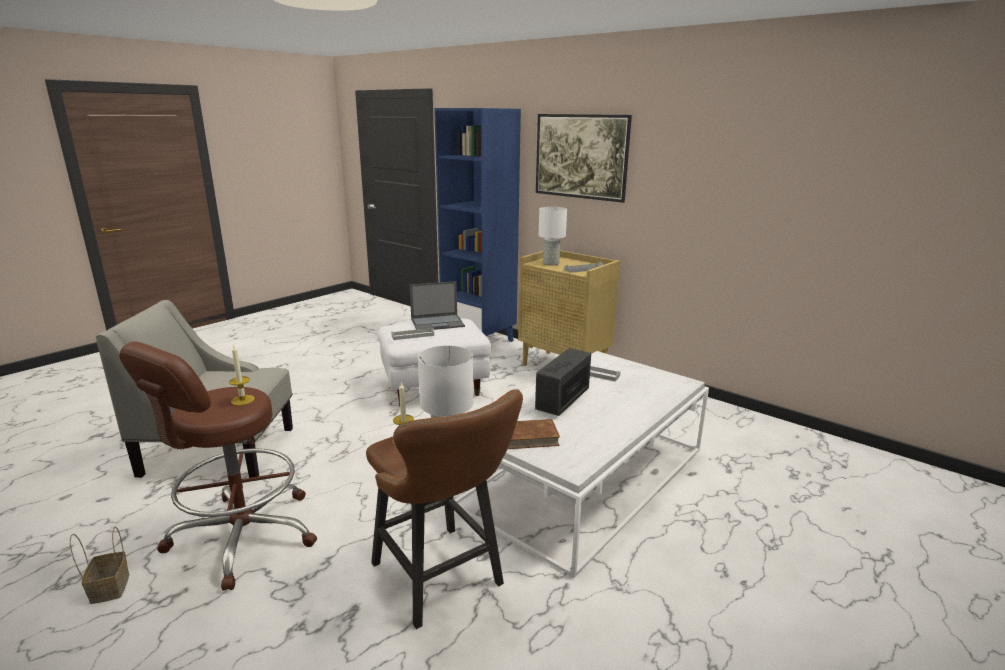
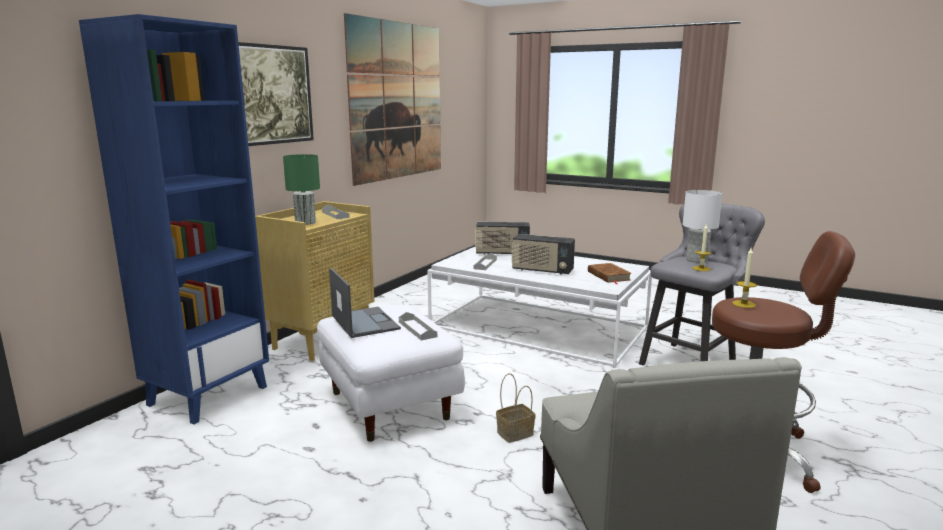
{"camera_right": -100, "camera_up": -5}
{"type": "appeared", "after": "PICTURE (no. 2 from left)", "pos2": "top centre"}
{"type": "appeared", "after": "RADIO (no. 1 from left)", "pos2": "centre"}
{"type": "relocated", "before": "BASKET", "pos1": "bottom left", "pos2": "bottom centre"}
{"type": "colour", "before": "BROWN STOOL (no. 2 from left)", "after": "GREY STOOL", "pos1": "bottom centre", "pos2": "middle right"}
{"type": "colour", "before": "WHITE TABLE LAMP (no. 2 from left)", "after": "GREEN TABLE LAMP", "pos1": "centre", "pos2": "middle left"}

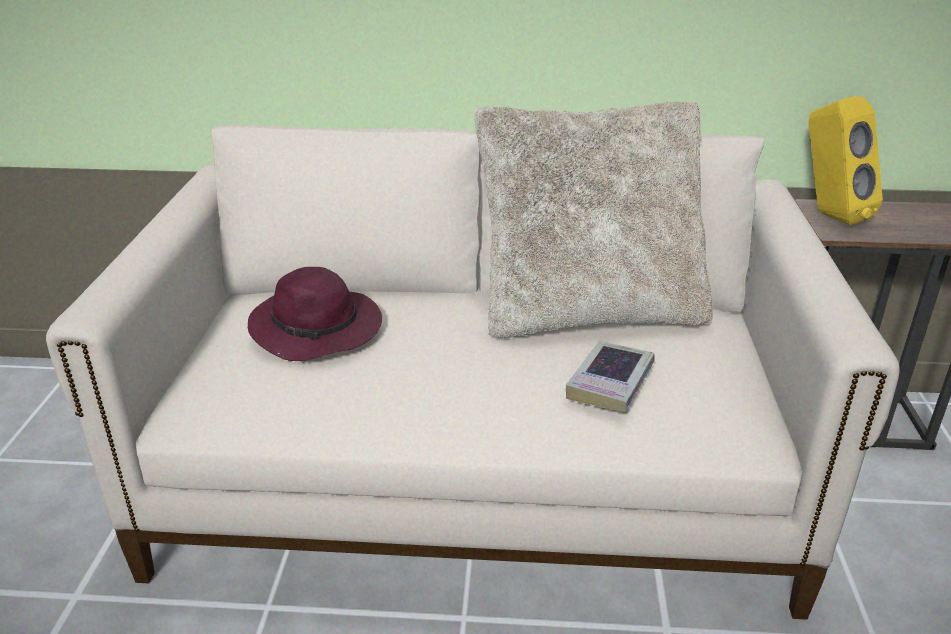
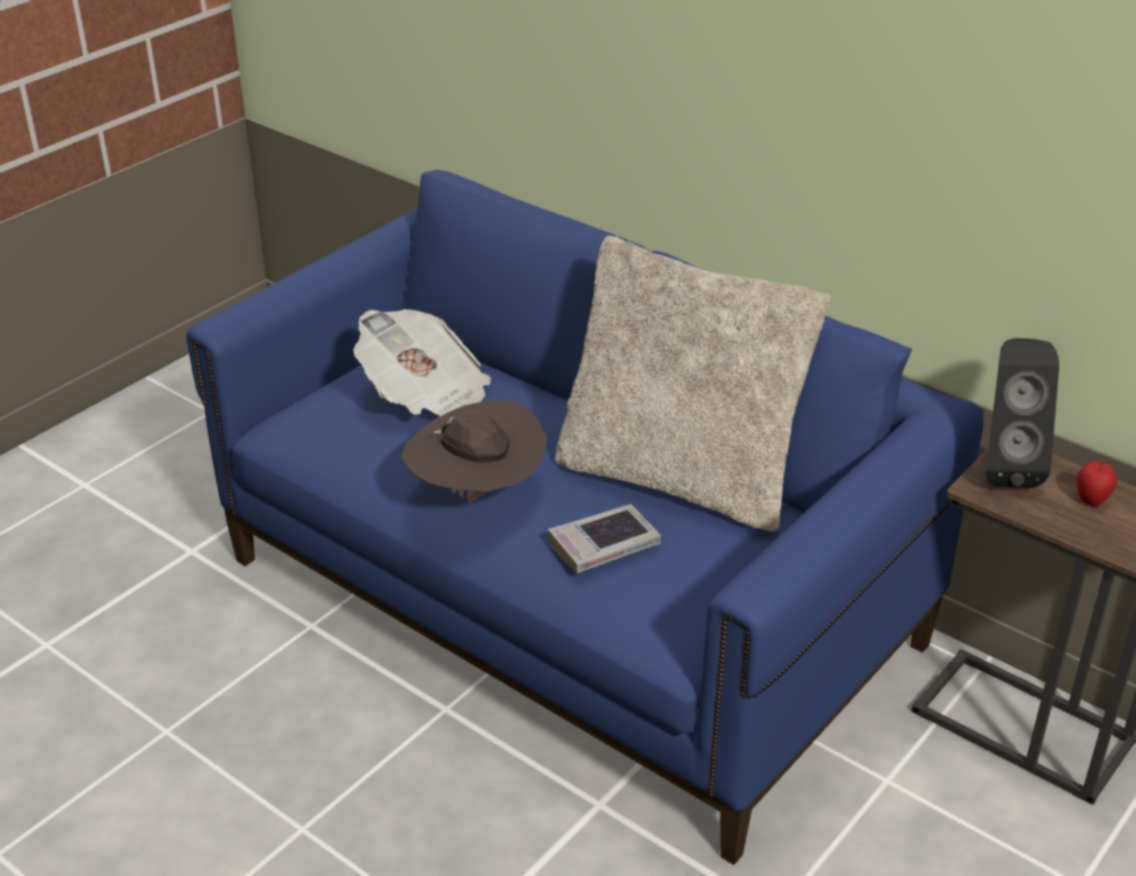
{"camera_right": 35, "camera_up": 5}
{"type": "appeared", "after": "BROWN HAT", "pos2": "centre"}
{"type": "appeared", "after": "APPLE", "pos2": "middle right"}
{"type": "exchanged", "before": "PURPLE HAT", "after": "NEWSPAPER", "pos1": "middle left", "pos2": "centre"}
{"type": "colour", "before": "BEIGE SOFA", "after": "BLUE SOFA", "pos1": "centre", "pos2": "centre"}
{"type": "colour", "before": "YELLOW SPEAKER", "after": "BLACK SPEAKER", "pos1": "top right", "pos2": "middle right"}

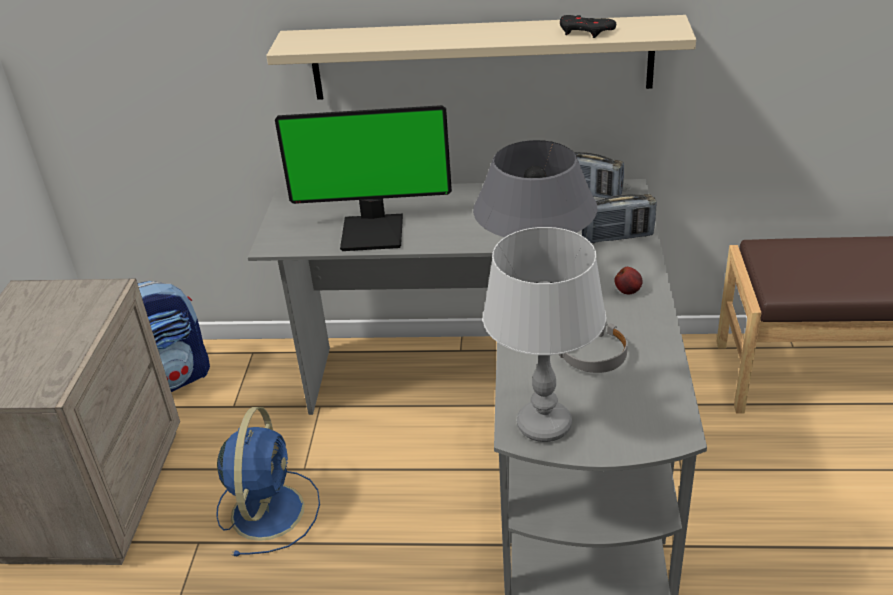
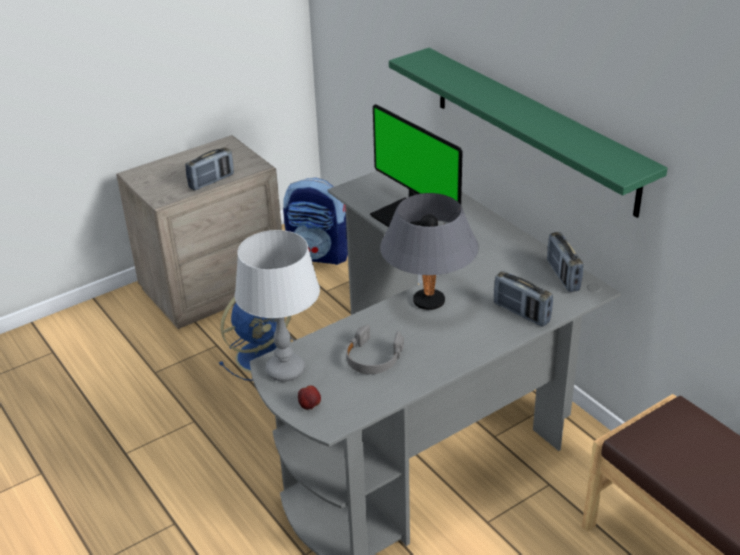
{"camera_right": 50, "camera_up": 0}
{"type": "missing", "before": "BLACK GAME CONTROLLER", "pos1": "top centre"}
{"type": "appeared", "after": "RADIO (no. 1 from left)", "pos2": "top left"}
{"type": "relocated", "before": "APPLE", "pos1": "middle right", "pos2": "bottom centre"}
{"type": "colour", "before": "BEIGE SHELF", "after": "GREEN SHELF", "pos1": "top centre", "pos2": "top right"}

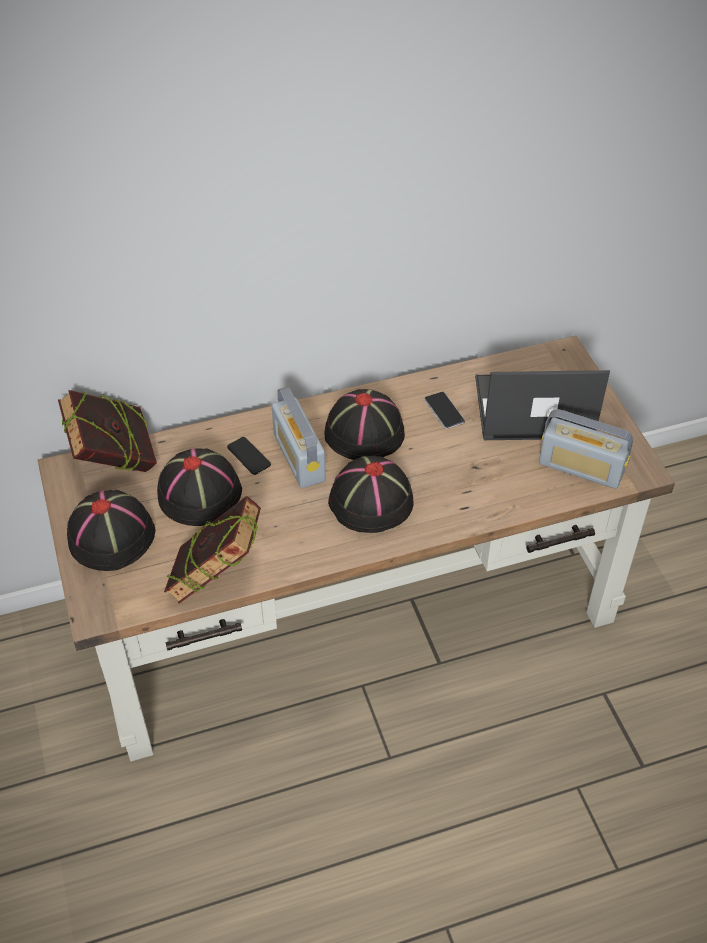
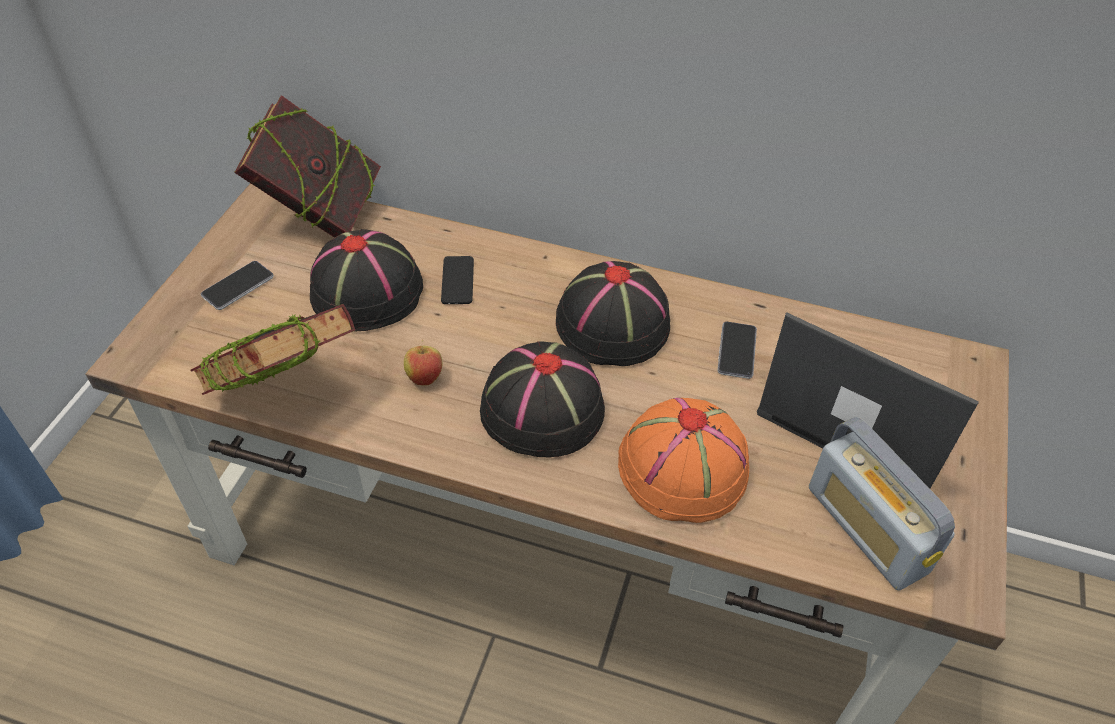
{"camera_right": 35, "camera_up": 0}
{"type": "missing", "before": "RADIO (no. 1 from left)", "pos1": "centre"}
{"type": "appeared", "after": "APPLE", "pos2": "centre"}
{"type": "appeared", "after": "ORANGE HAT", "pos2": "centre"}
{"type": "exchanged", "before": "BLACK HAT (no. 1 from left)", "after": "PHONE (no. 1 from left)", "pos1": "middle left", "pos2": "middle left"}

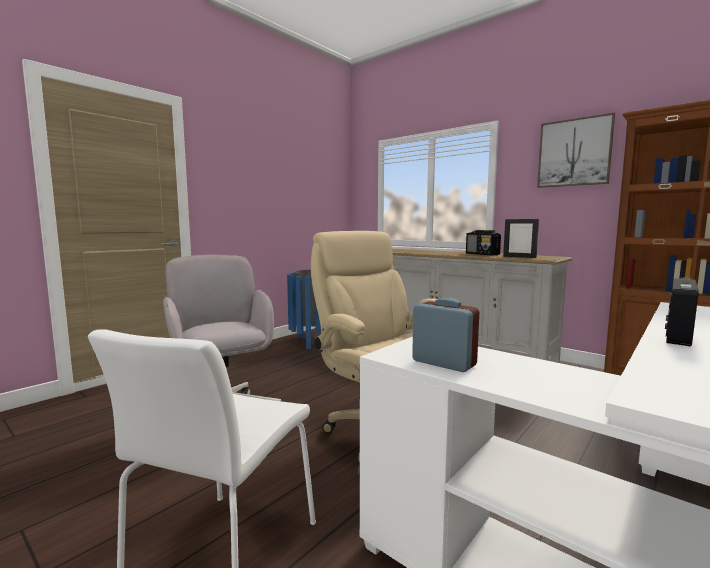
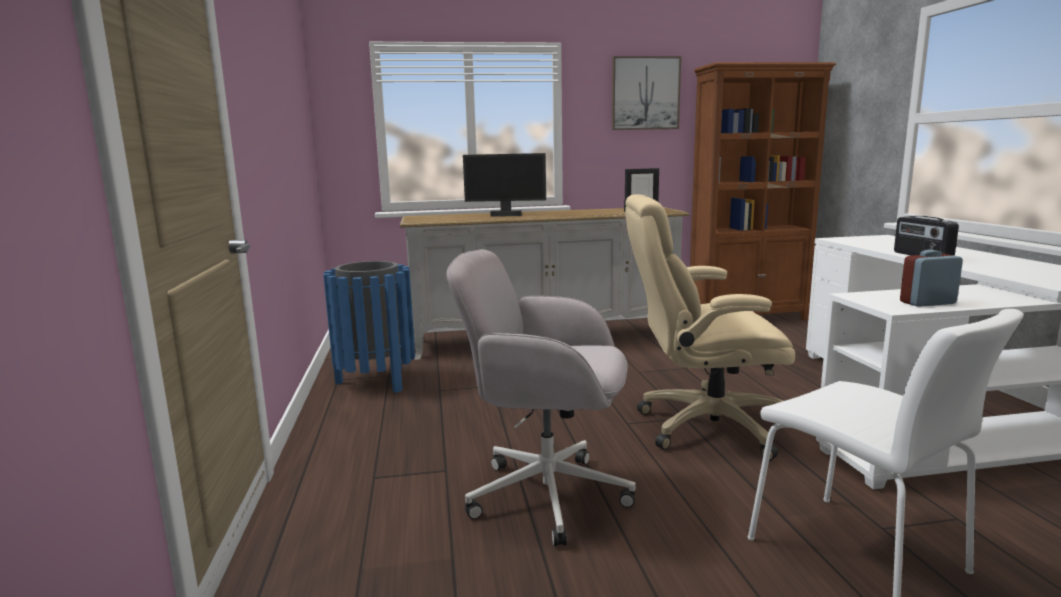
{"camera_right": -50, "camera_up": 5}
{"type": "missing", "before": "RADIO (no. 1 from left)", "pos1": "middle right"}
{"type": "appeared", "after": "MONITOR", "pos2": "top centre"}

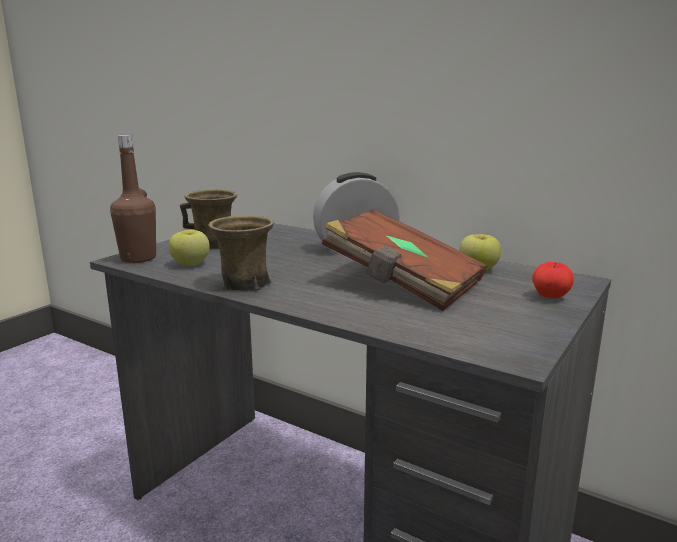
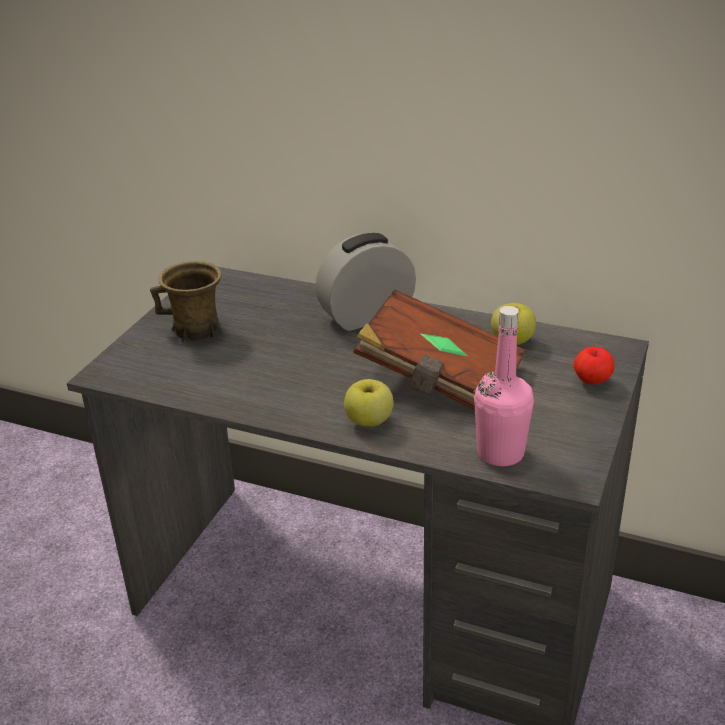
{"camera_right": -10, "camera_up": 15}
{"type": "missing", "before": "BROWN BOTTLE", "pos1": "middle left"}
{"type": "missing", "before": "BROWN MUG (no. 2 from left)", "pos1": "centre"}
{"type": "appeared", "after": "PINK BOTTLE", "pos2": "middle right"}
{"type": "relocated", "before": "APPLE (no. 1 from left)", "pos1": "middle left", "pos2": "centre"}

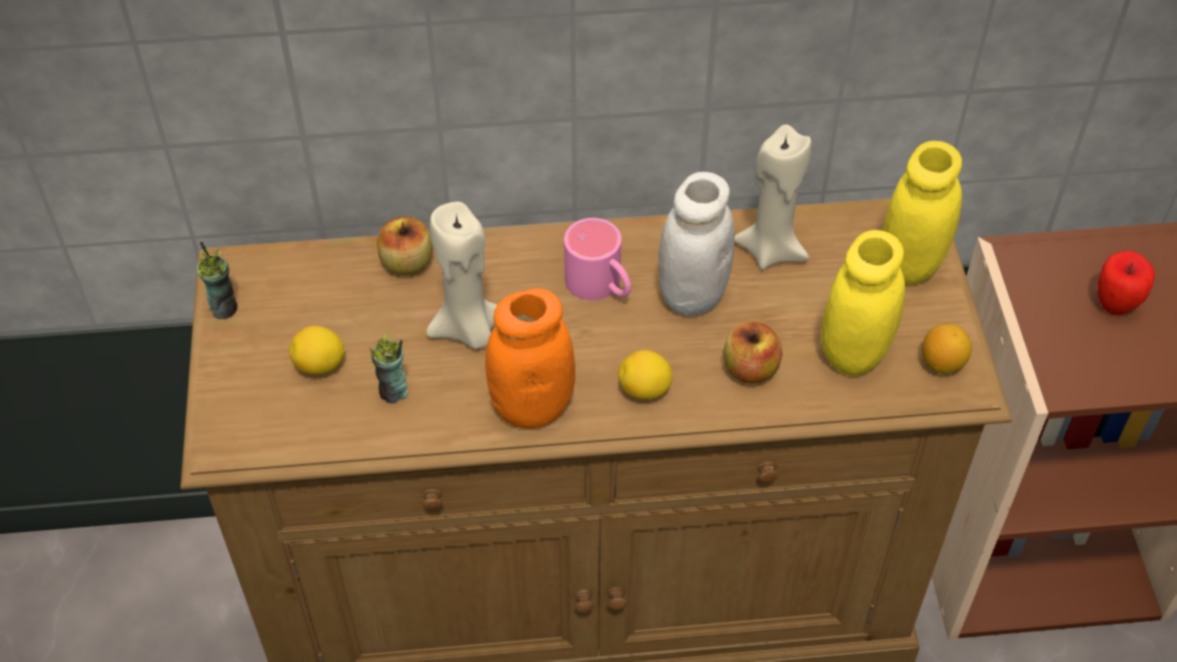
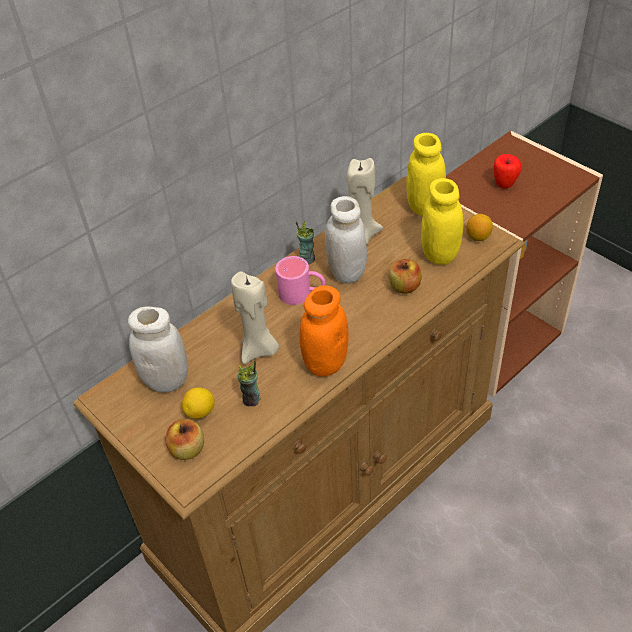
{"camera_right": -35, "camera_up": -5}
{"type": "missing", "before": "LEMON (no. 2 from left)", "pos1": "centre"}
{"type": "appeared", "after": "WHITE JAR (no. 1 from left)", "pos2": "middle left"}
{"type": "relocated", "before": "CUP (no. 1 from left in the first image)", "after": "CUP (no. 2 from left)", "pos1": "middle left", "pos2": "centre"}
{"type": "relocated", "before": "APPLE (no. 1 from left)", "pos1": "centre", "pos2": "bottom left"}

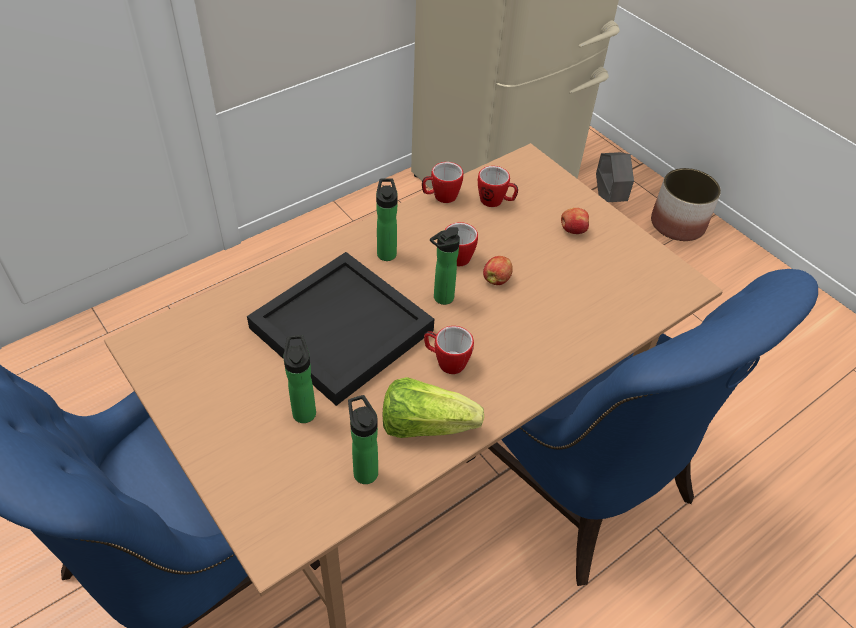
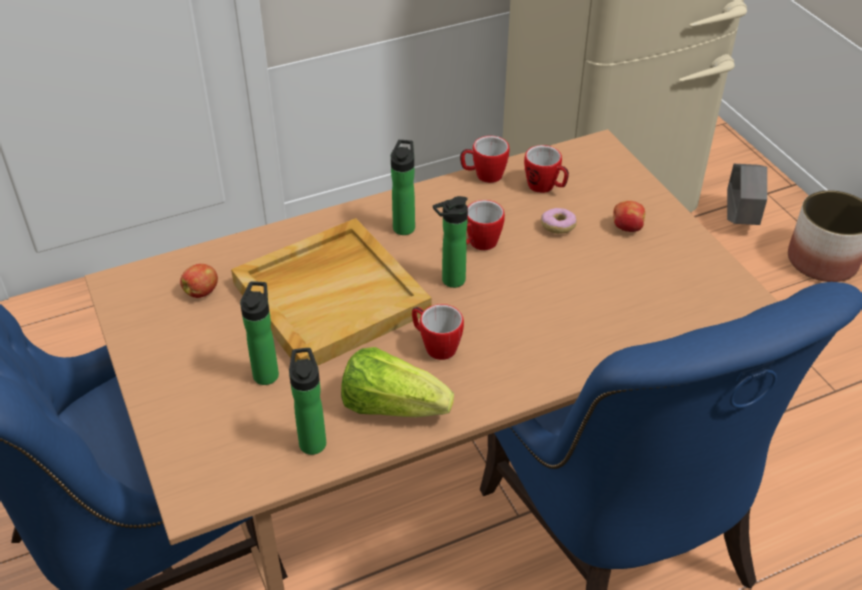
{"camera_right": 15, "camera_up": -5}
{"type": "appeared", "after": "DONUT", "pos2": "centre"}
{"type": "relocated", "before": "APPLE (no. 1 from left)", "pos1": "centre", "pos2": "middle left"}
{"type": "colour", "before": "BLACK TRAY", "after": "BEIGE TRAY", "pos1": "centre", "pos2": "centre"}

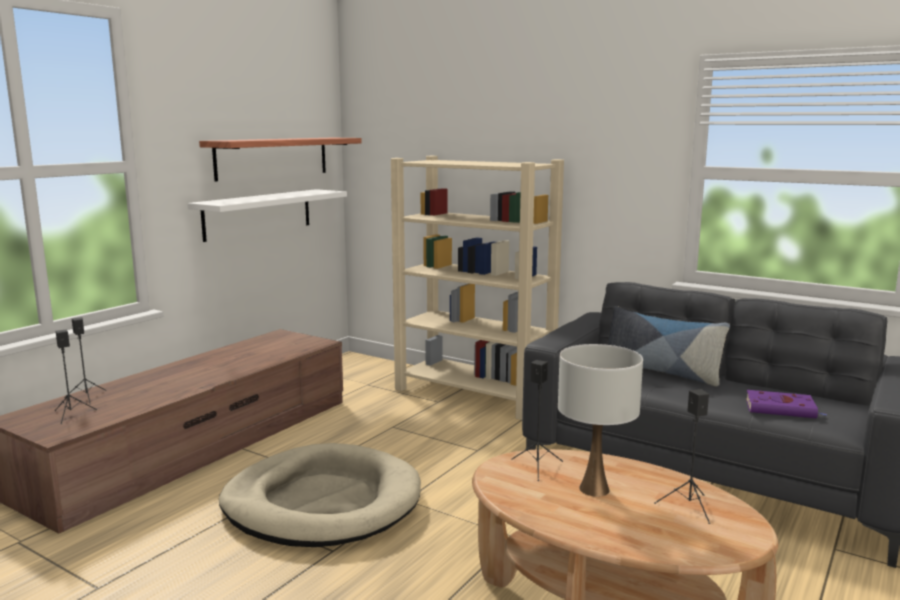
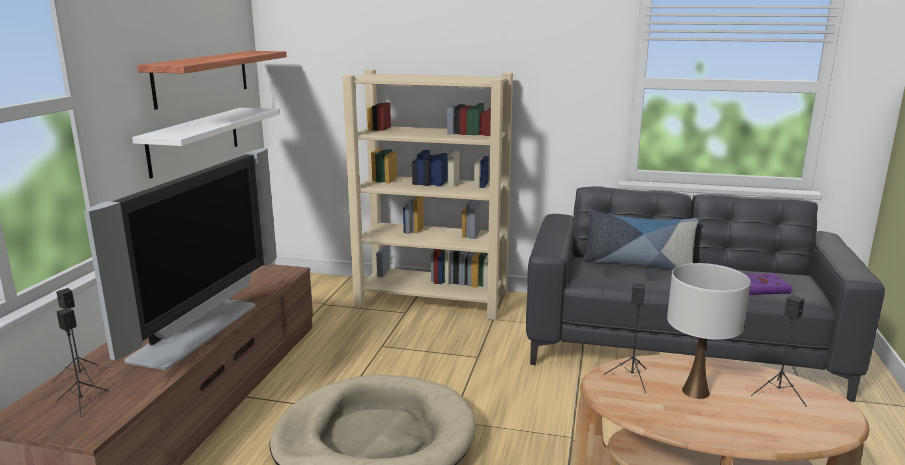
{"camera_right": -20, "camera_up": 5}
{"type": "appeared", "after": "TELEVISION", "pos2": "middle left"}

